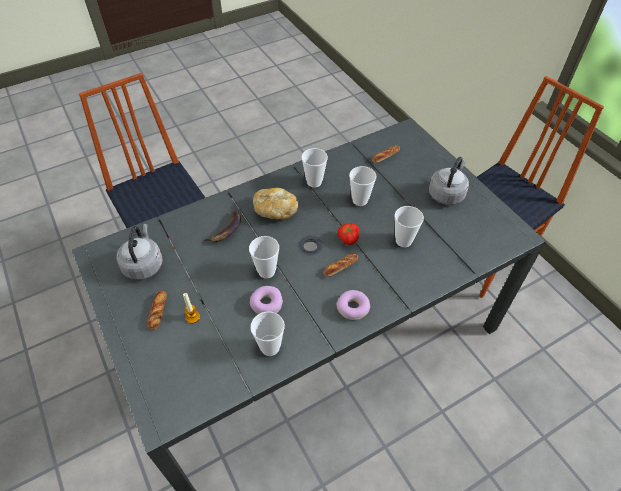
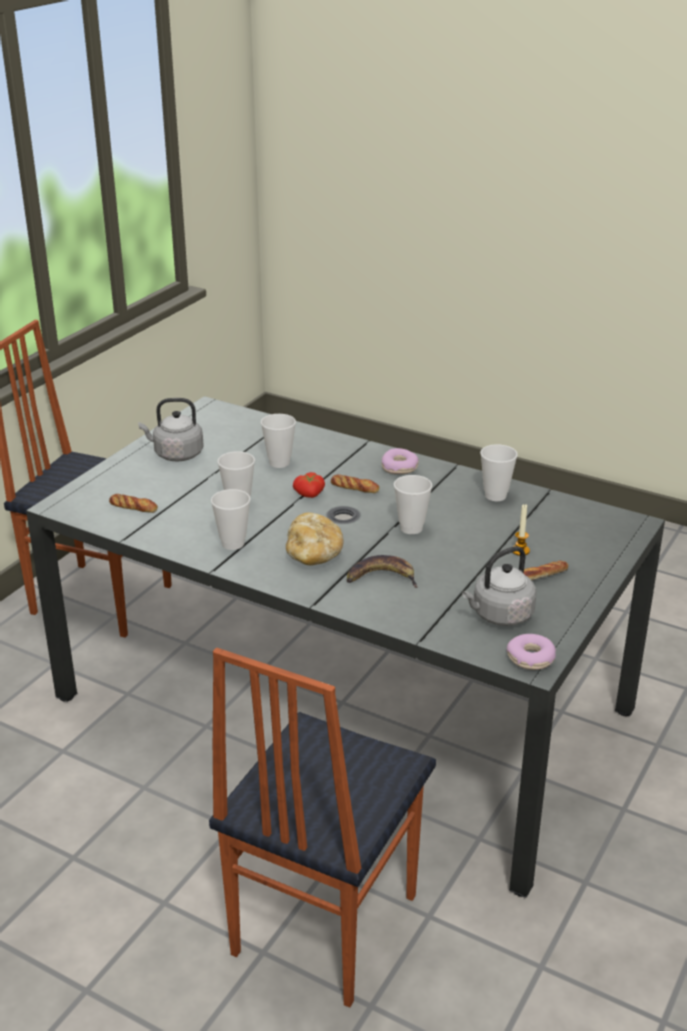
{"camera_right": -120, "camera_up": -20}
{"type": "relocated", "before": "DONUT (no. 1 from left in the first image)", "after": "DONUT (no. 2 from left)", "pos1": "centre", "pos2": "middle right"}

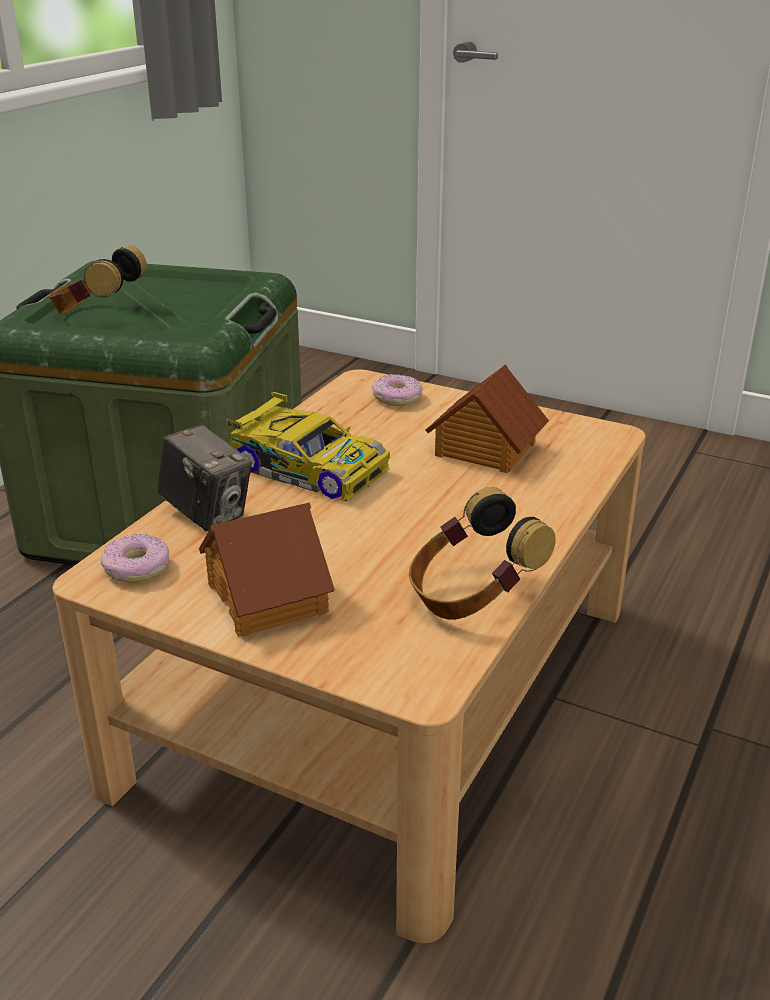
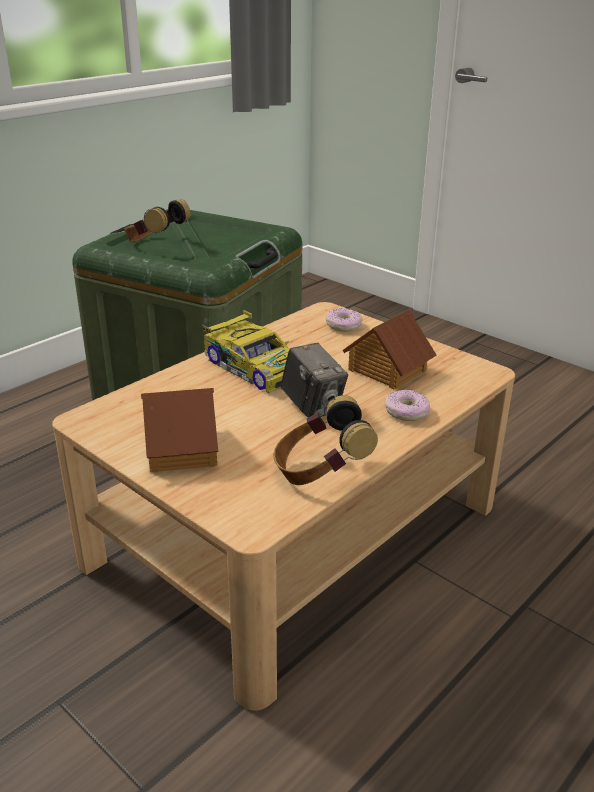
{"camera_right": 15, "camera_up": 0}
{"type": "relocated", "before": "DONUT (no. 1 from left in the first image)", "after": "DONUT (no. 2 from left)", "pos1": "middle left", "pos2": "middle right"}
{"type": "relocated", "before": "PHOTO CAMERA", "pos1": "middle left", "pos2": "centre"}

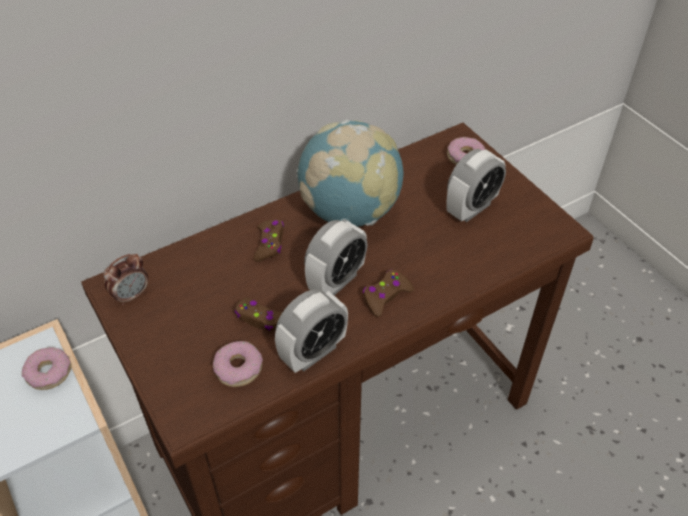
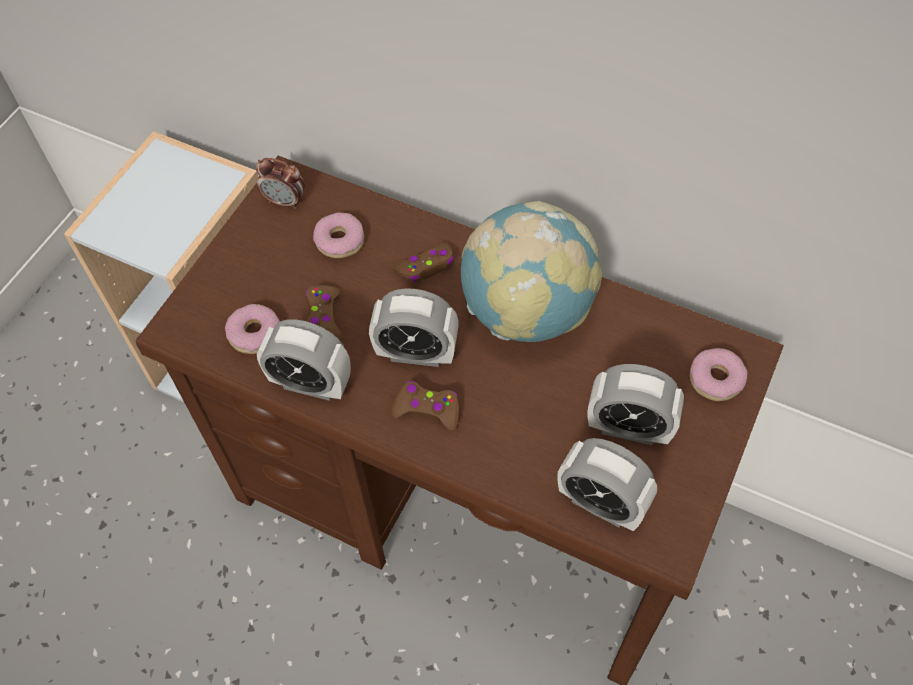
{"camera_right": 60, "camera_up": 10}
{"type": "appeared", "after": "ALARM CLOCK (no. 4 from left)", "pos2": "bottom centre"}
{"type": "relocated", "before": "DONUT (no. 1 from left in the first image)", "after": "DONUT (no. 2 from left)", "pos1": "bottom left", "pos2": "centre"}

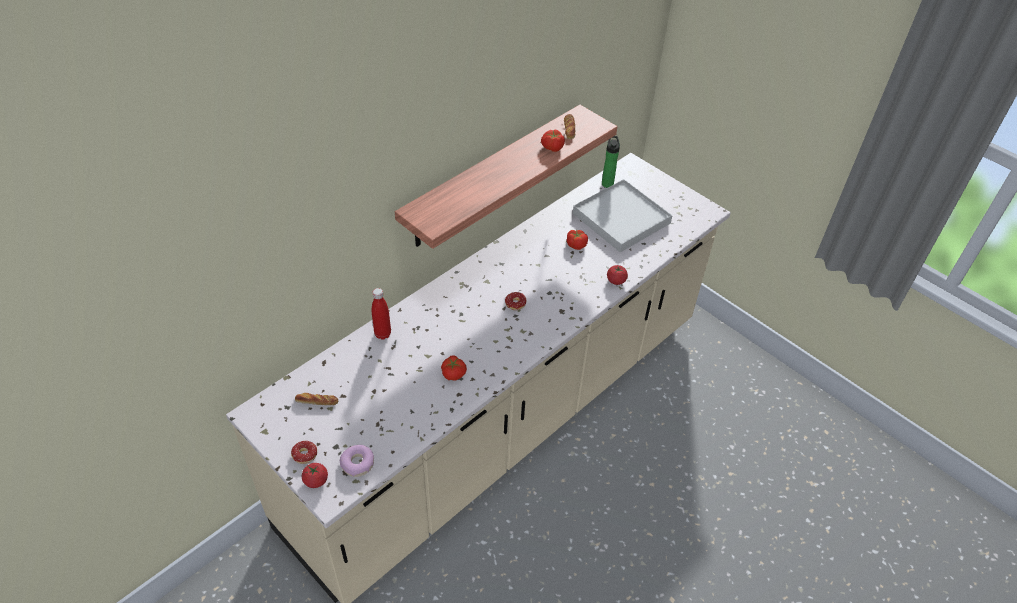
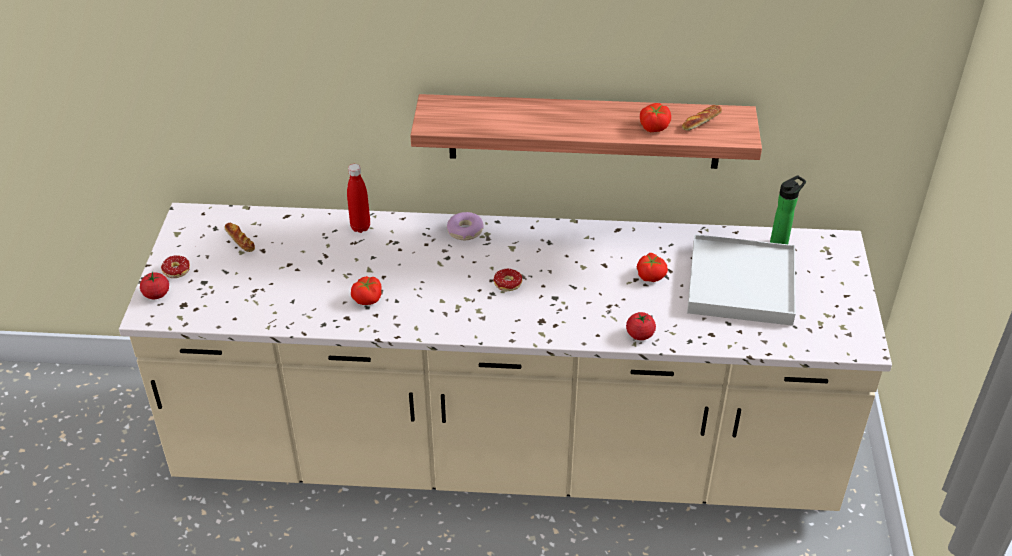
{"camera_right": 50, "camera_up": -5}
{"type": "relocated", "before": "DONUT (no. 2 from left)", "pos1": "bottom centre", "pos2": "centre"}

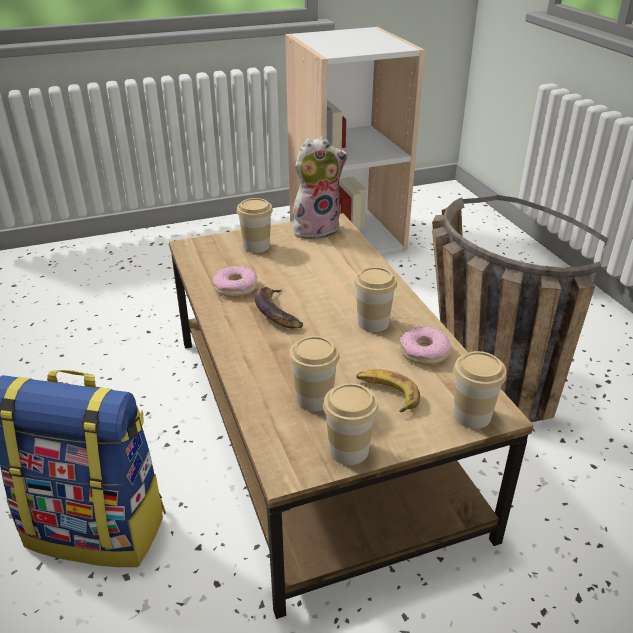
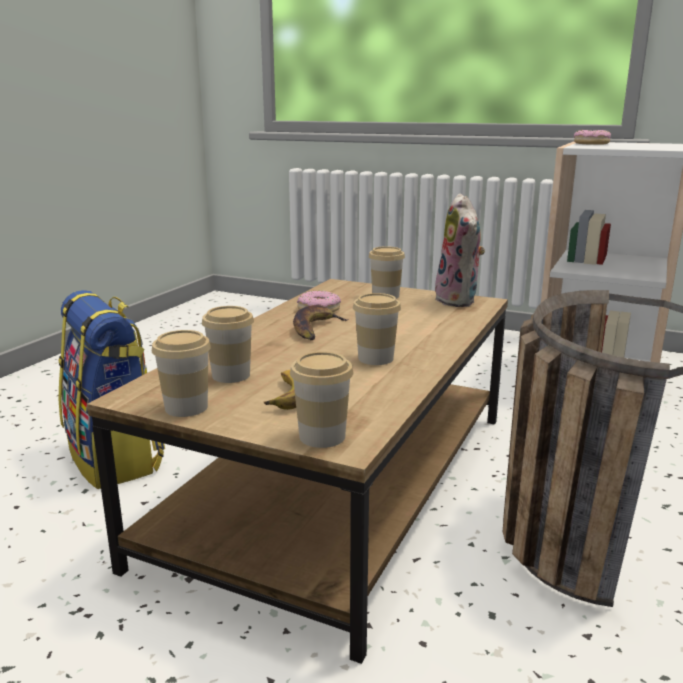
{"camera_right": 45, "camera_up": -15}
{"type": "relocated", "before": "DONUT (no. 2 from left)", "pos1": "middle right", "pos2": "top right"}
{"type": "spun", "before": "PLUSH TOY", "pos1": "top centre", "pos2": "middle right", "turn": 60}

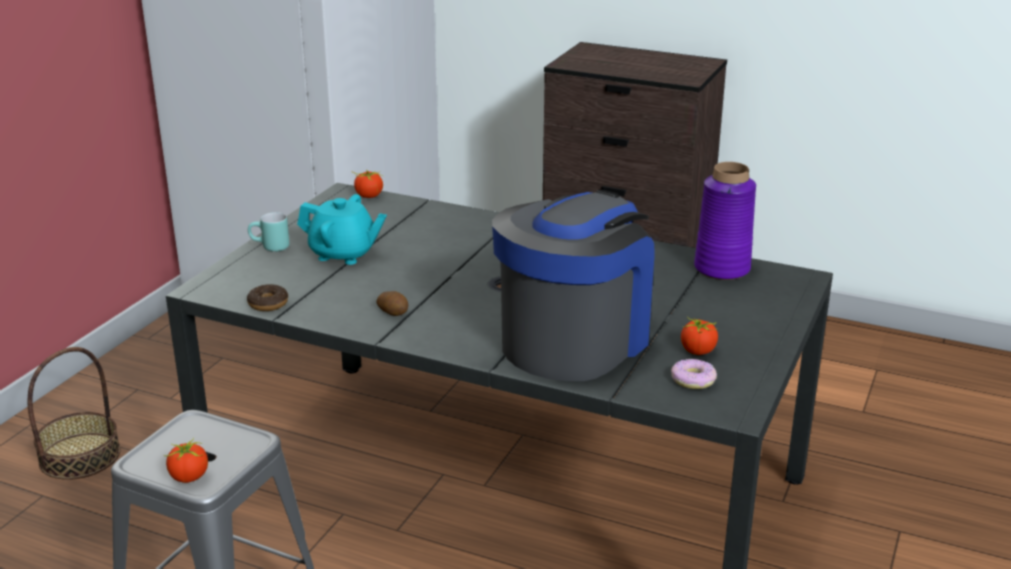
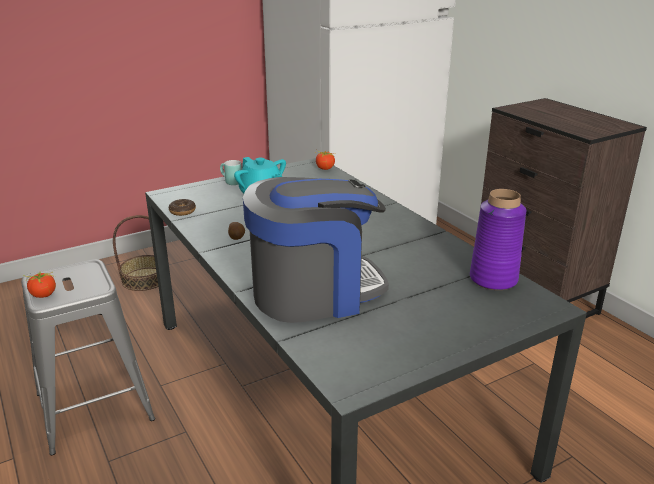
{"camera_right": 35, "camera_up": 0}
{"type": "missing", "before": "DONUT (no. 2 from left)", "pos1": "middle right"}
{"type": "missing", "before": "TOMATO (no. 3 from left)", "pos1": "middle right"}

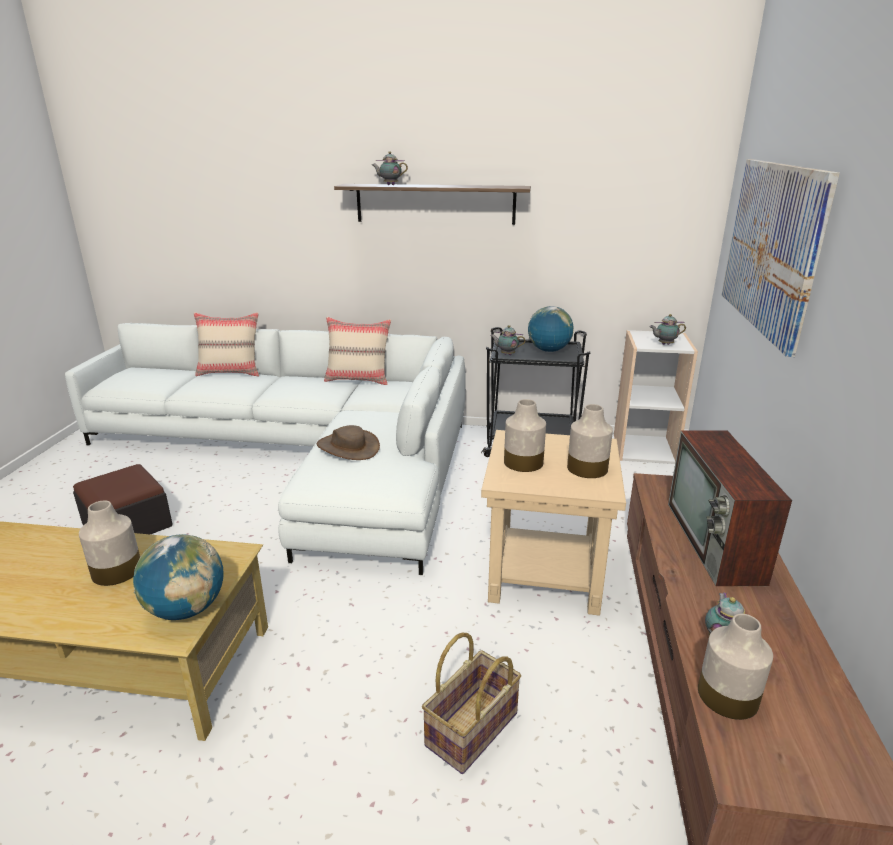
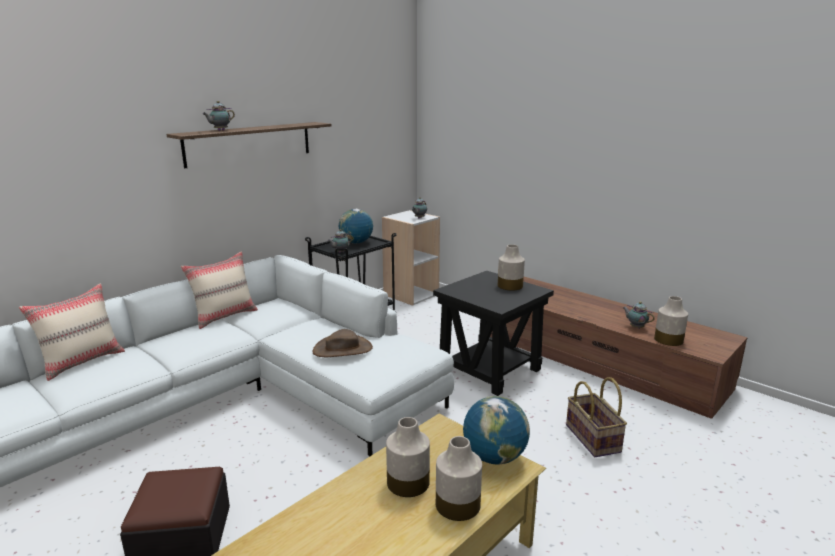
{"camera_right": -55, "camera_up": -5}
{"type": "missing", "before": "TELEVISION", "pos1": "middle right"}
{"type": "missing", "before": "PICTURE", "pos1": "top right"}
{"type": "relocated", "before": "BEIGE VASE (no. 2 from left)", "pos1": "centre", "pos2": "bottom centre"}
{"type": "colour", "before": "BEIGE SIDE TABLE", "after": "BLACK SIDE TABLE", "pos1": "centre", "pos2": "centre"}

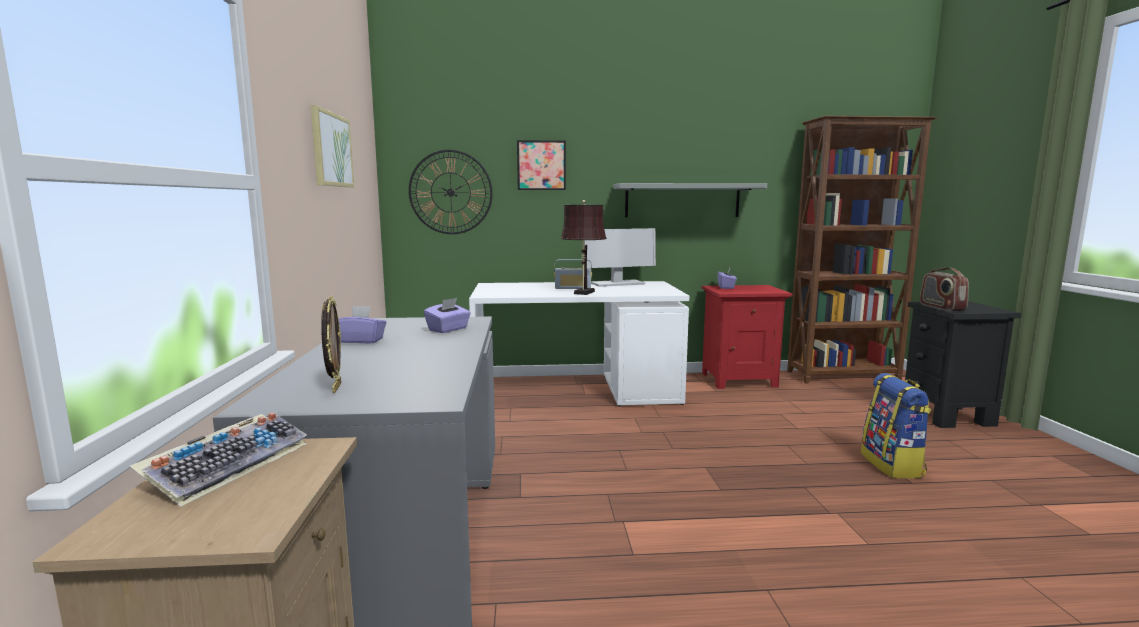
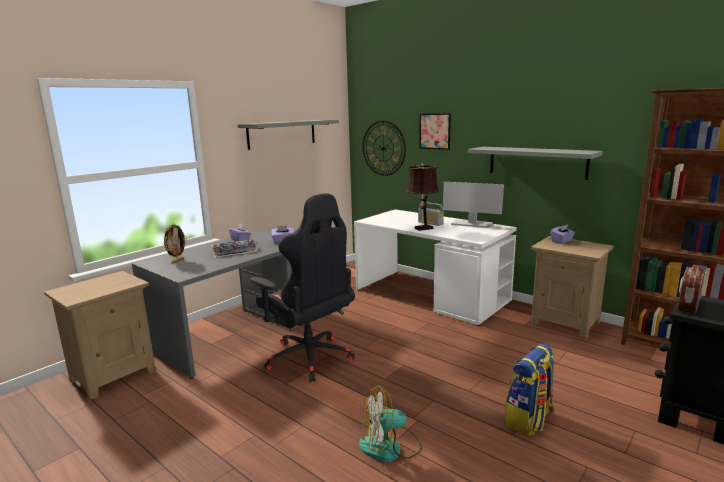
{"camera_right": 45, "camera_up": 5}
{"type": "appeared", "after": "BLACK OFFICE CHAIR", "pos2": "centre"}
{"type": "appeared", "after": "FAN", "pos2": "bottom centre"}
{"type": "relocated", "before": "KEYBOARD", "pos1": "bottom left", "pos2": "middle left"}
{"type": "exchanged", "before": "PICTURE (no. 1 from left)", "after": "GREY SHELF (no. 1 from left)", "pos1": "top left", "pos2": "top centre"}
{"type": "colour", "before": "RED NIGHTSTAND", "after": "BEIGE NIGHTSTAND (no. 2 from left)", "pos1": "centre", "pos2": "middle right"}

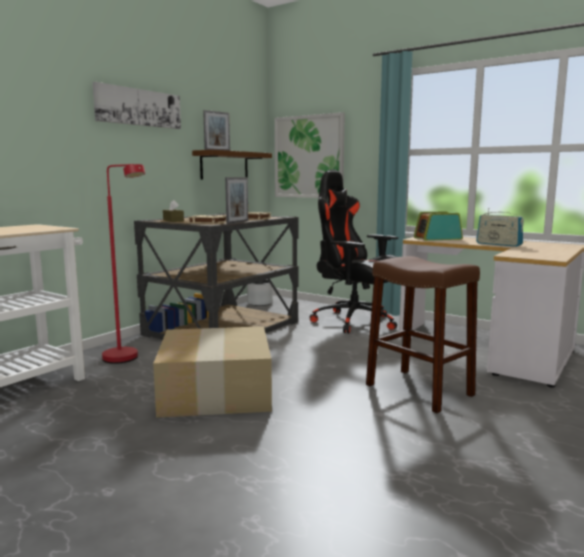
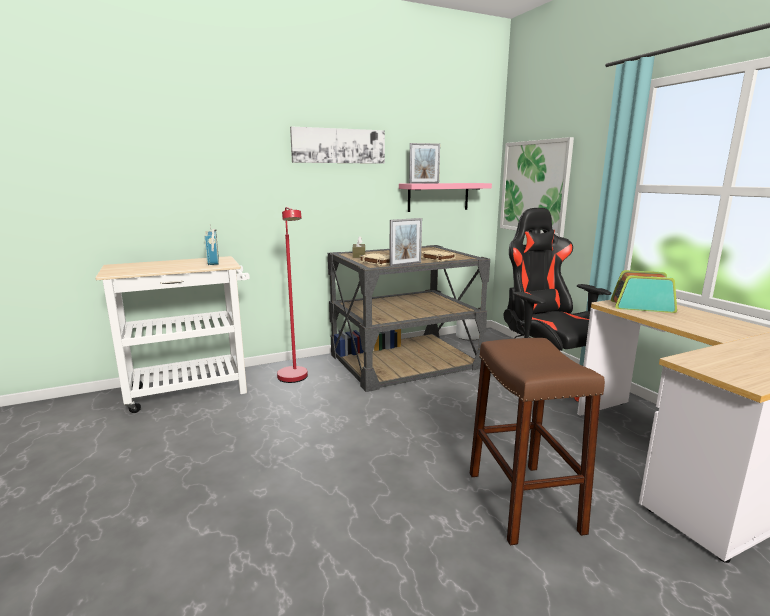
{"camera_right": 30, "camera_up": 5}
{"type": "missing", "before": "CARDBOARD BOX", "pos1": "bottom centre"}
{"type": "relocated", "before": "RADIO (no. 2 from left in the first image)", "after": "RADIO (no. 1 from left)", "pos1": "middle right", "pos2": "middle left"}
{"type": "colour", "before": "BROWN SHELF", "after": "PINK SHELF", "pos1": "top centre", "pos2": "top centre"}

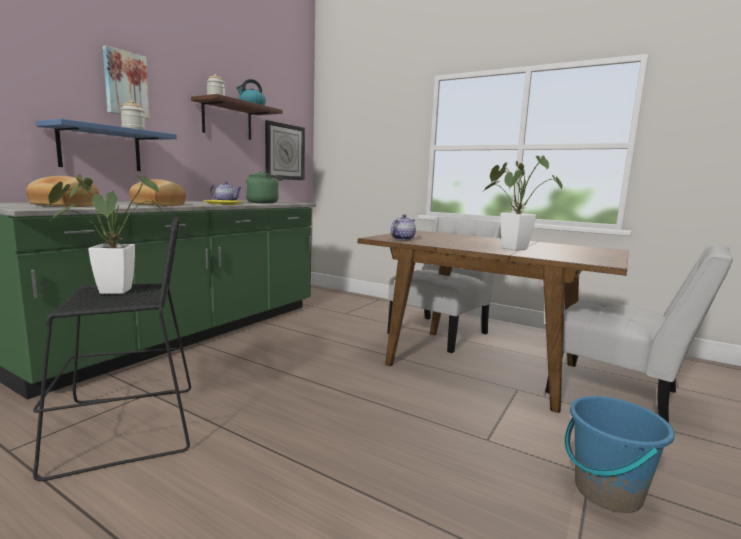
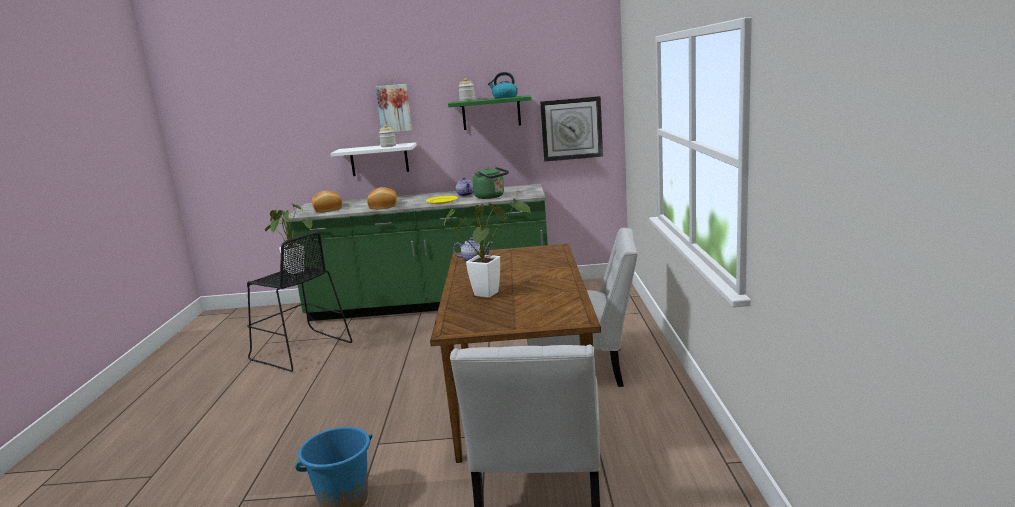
{"camera_right": 60, "camera_up": 5}
{"type": "colour", "before": "BLUE SHELF", "after": "WHITE SHELF", "pos1": "top left", "pos2": "top centre"}
{"type": "colour", "before": "BROWN SHELF", "after": "GREEN SHELF", "pos1": "top left", "pos2": "top centre"}

